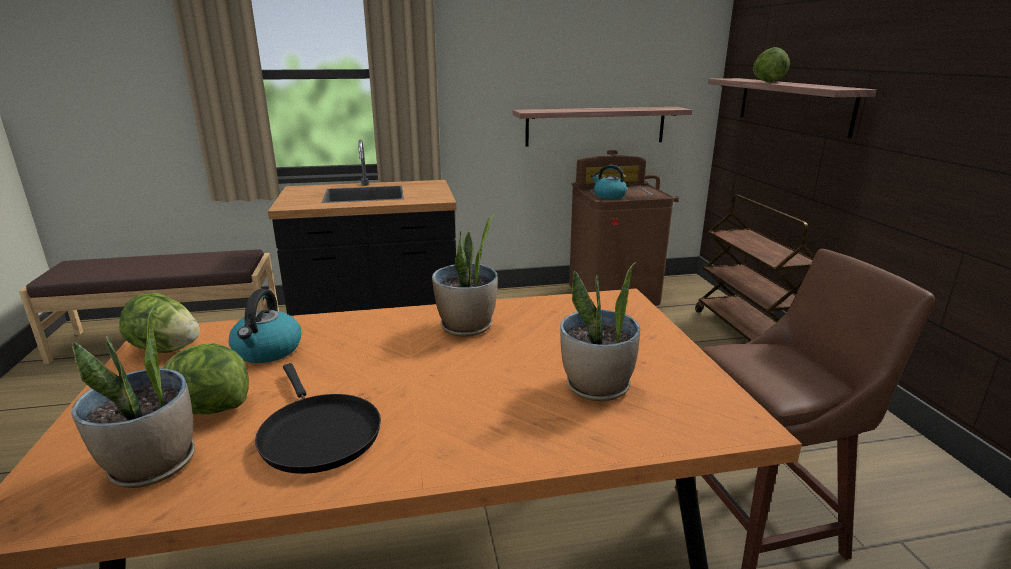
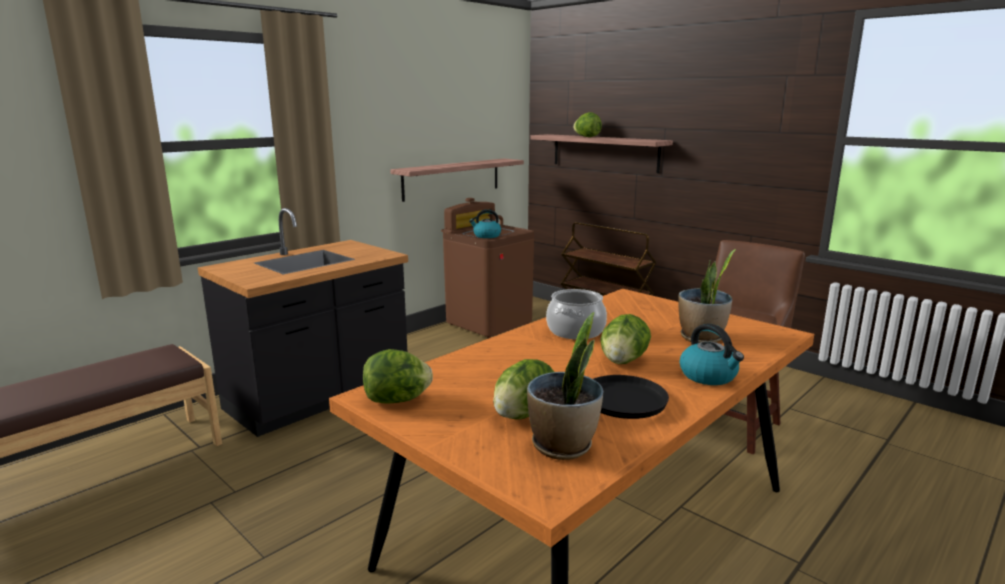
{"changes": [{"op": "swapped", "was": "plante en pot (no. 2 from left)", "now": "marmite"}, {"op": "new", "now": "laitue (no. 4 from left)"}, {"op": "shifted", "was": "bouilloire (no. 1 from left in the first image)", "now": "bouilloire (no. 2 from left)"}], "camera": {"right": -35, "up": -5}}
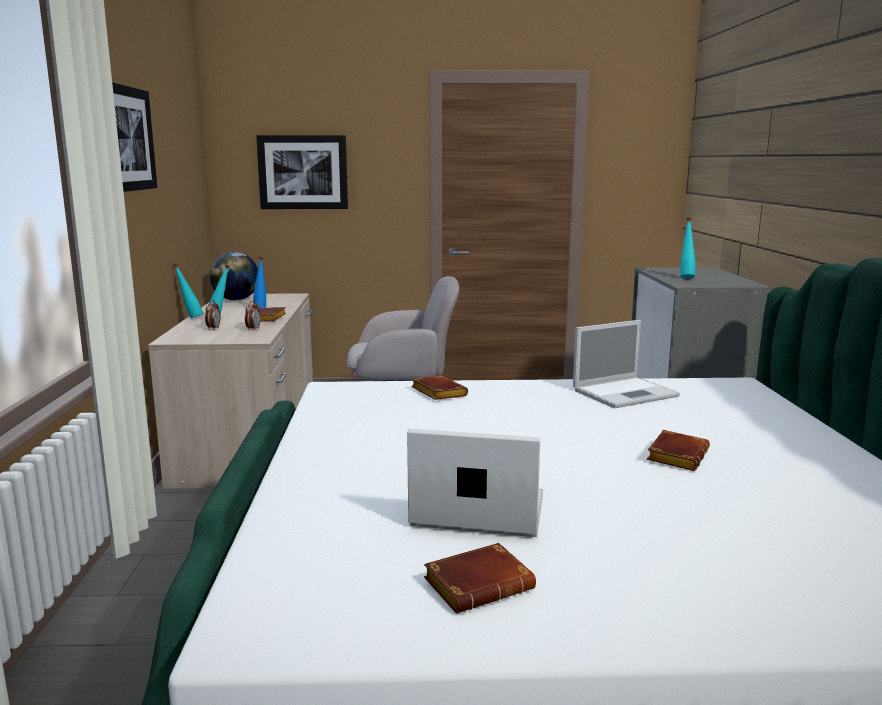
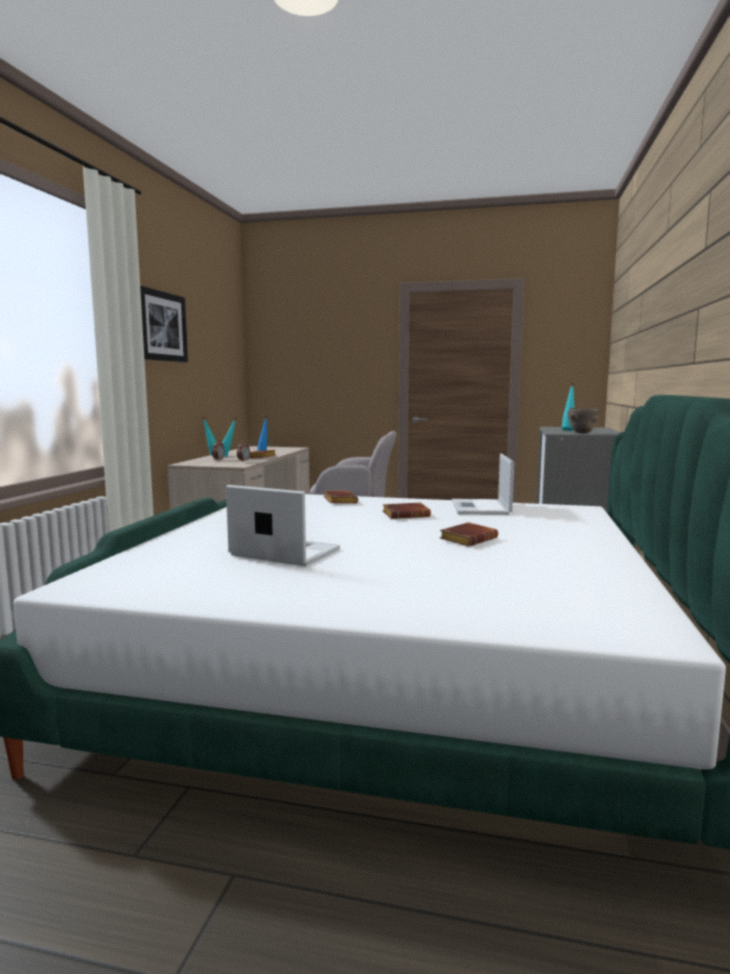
{"changes": [{"op": "shifted", "was": "livre (marron) (no. 3 from left)"}, {"op": "rotated", "was": "ordinateur portable (no. 2 from left)", "clockwise": 105}, {"op": "new", "now": "bol (marron)"}, {"op": "gone", "was": "globe"}, {"op": "gone", "was": "tableau (no. 2 from left)"}], "camera": {"right": 15, "up": -5}}
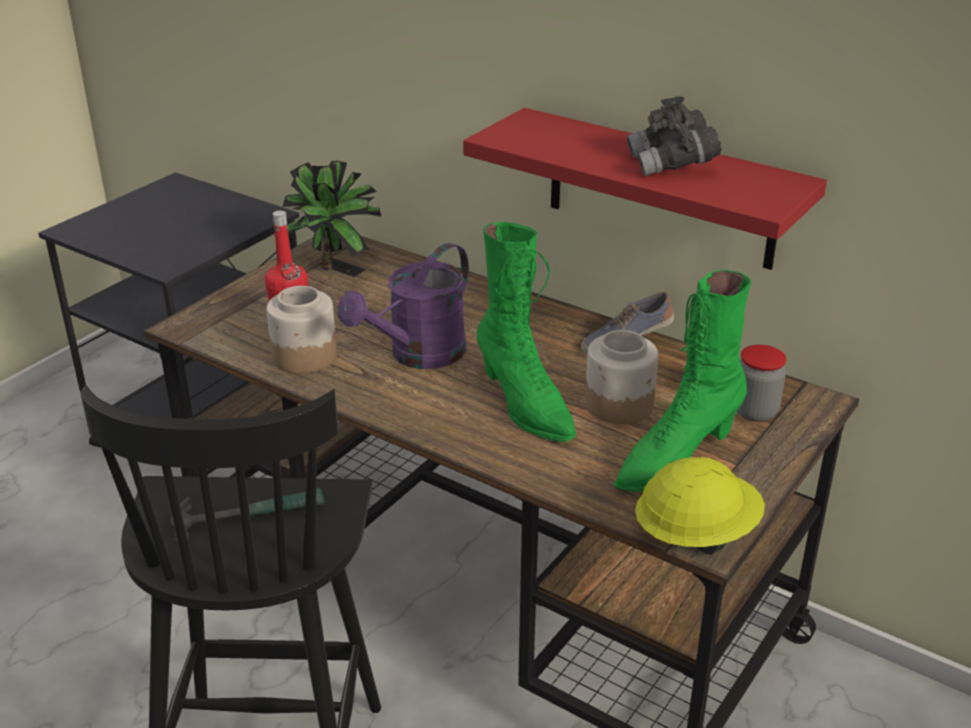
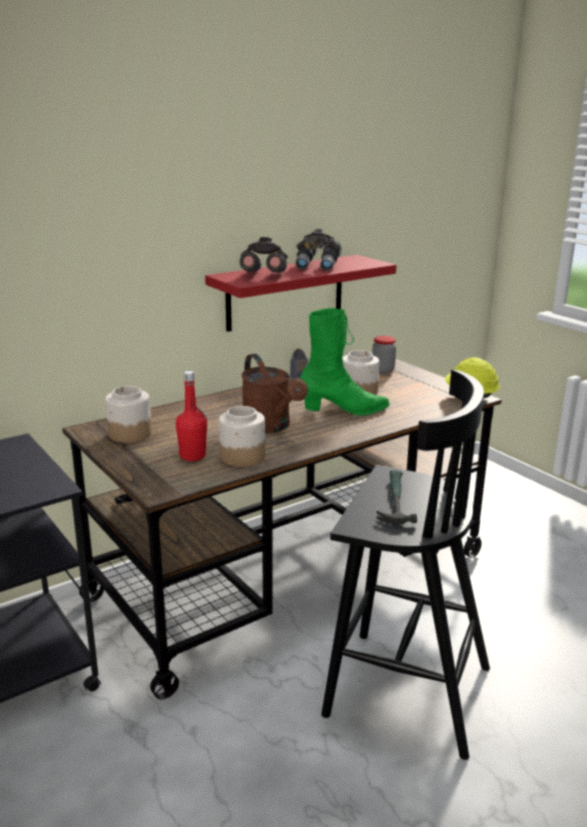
{"changes": [{"op": "swapped", "was": "plante en pot", "now": "bocal (no. 1 from left)"}, {"op": "new", "now": "jumelles (gris) (no. 1 from left)"}, {"op": "repainted", "was": "arrosoir (violet)", "now": "arrosoir (marron)"}, {"op": "gone", "was": "botte (vert) (no. 2 from left)"}], "camera": {"right": -70, "up": -10}}
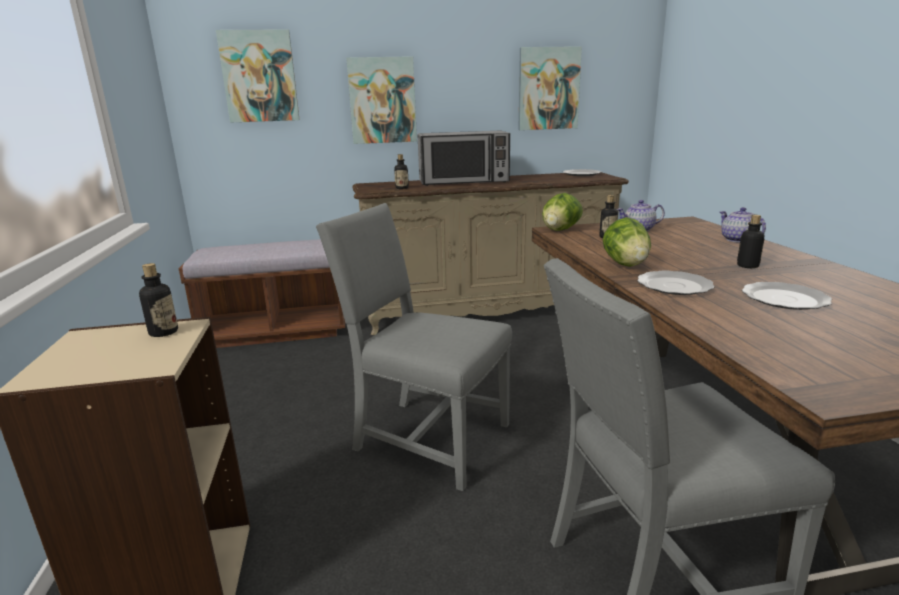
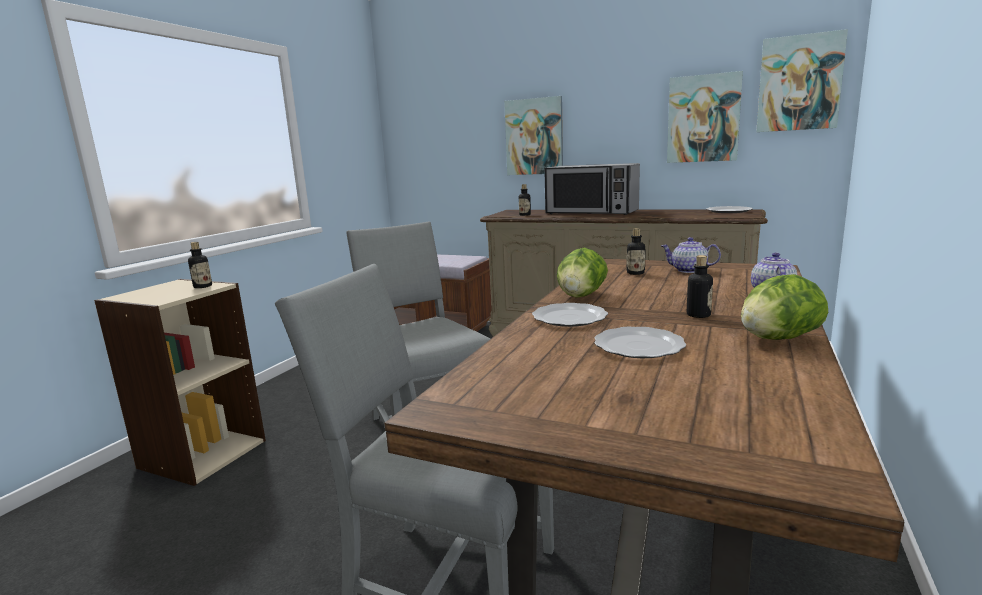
{"changes": [{"op": "shifted", "was": "laitue (no. 1 from left in the first image)", "now": "laitue (no. 2 from left)"}, {"op": "shifted", "was": "tableau (no. 1 from left in the first image)", "now": "tableau (no. 3 from left)"}], "camera": {"right": 35, "up": -5}}
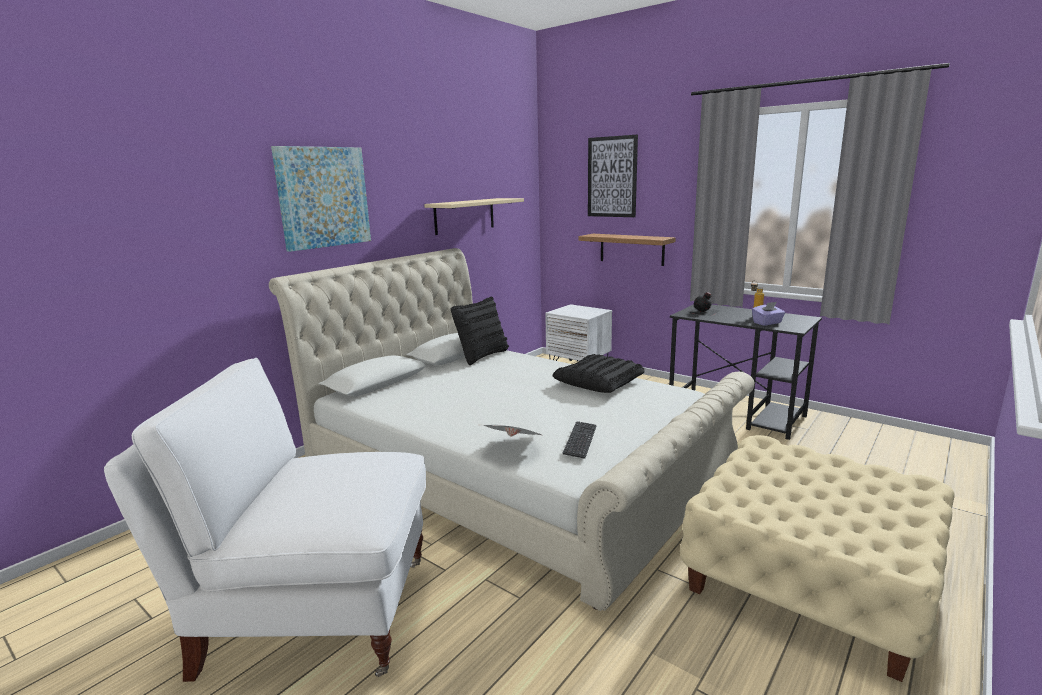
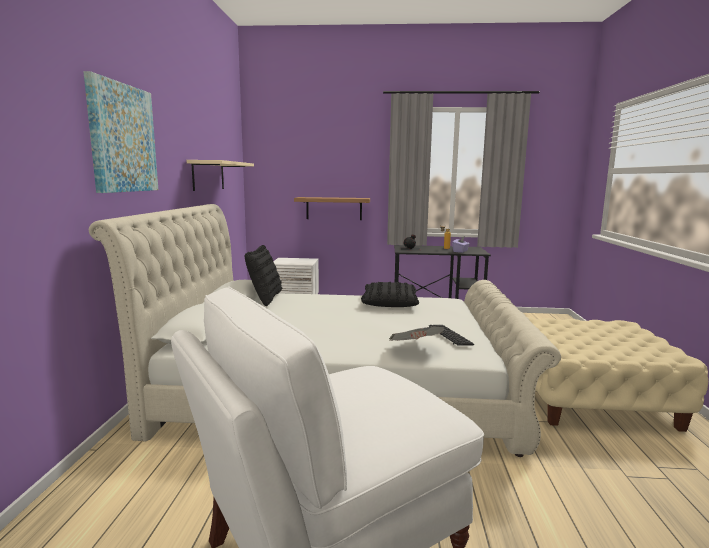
{"changes": [{"op": "gone", "was": "tableau (no. 2 from left)"}], "camera": {"right": -35, "up": -5}}
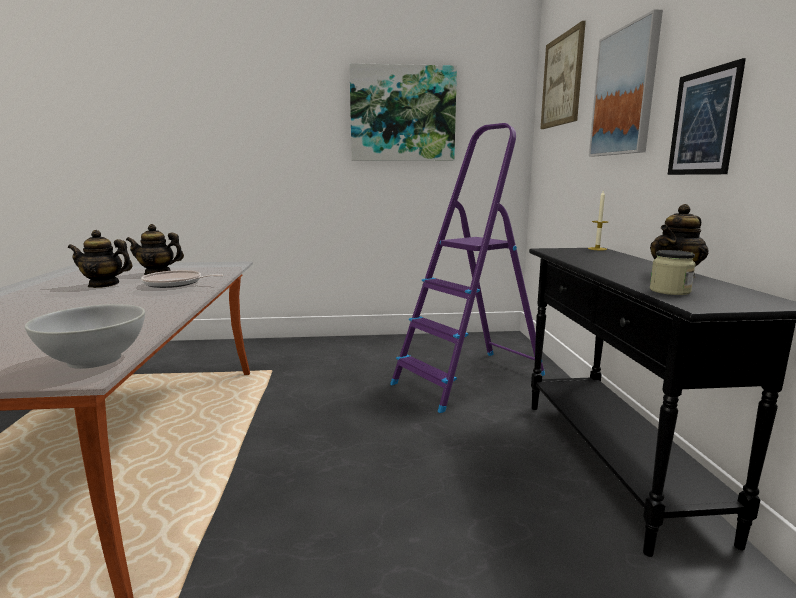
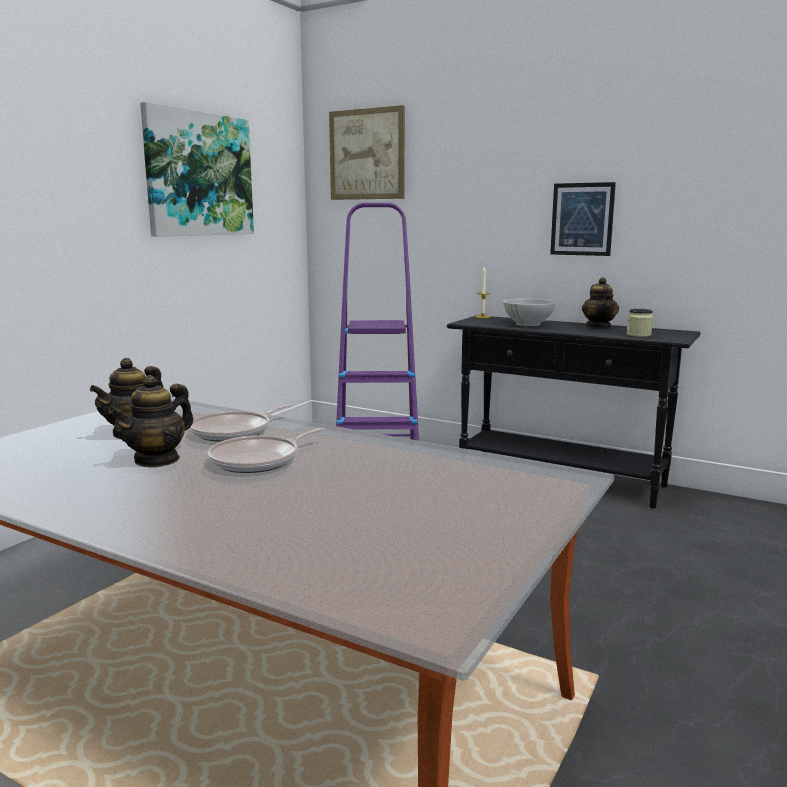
{"changes": [{"op": "new", "now": "poêle (no. 2 from left)"}, {"op": "shifted", "was": "bol (blanc)"}, {"op": "gone", "was": "tableau (no. 3 from left)"}], "camera": {"right": -55, "up": 0}}
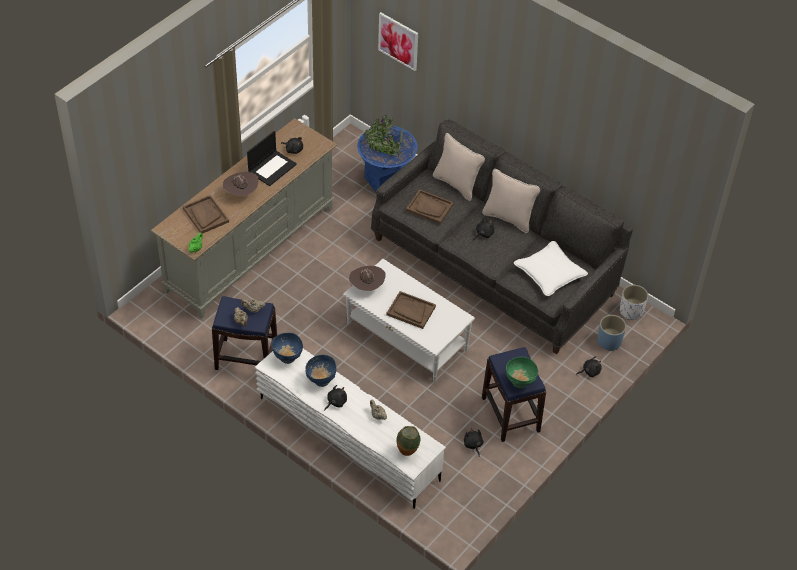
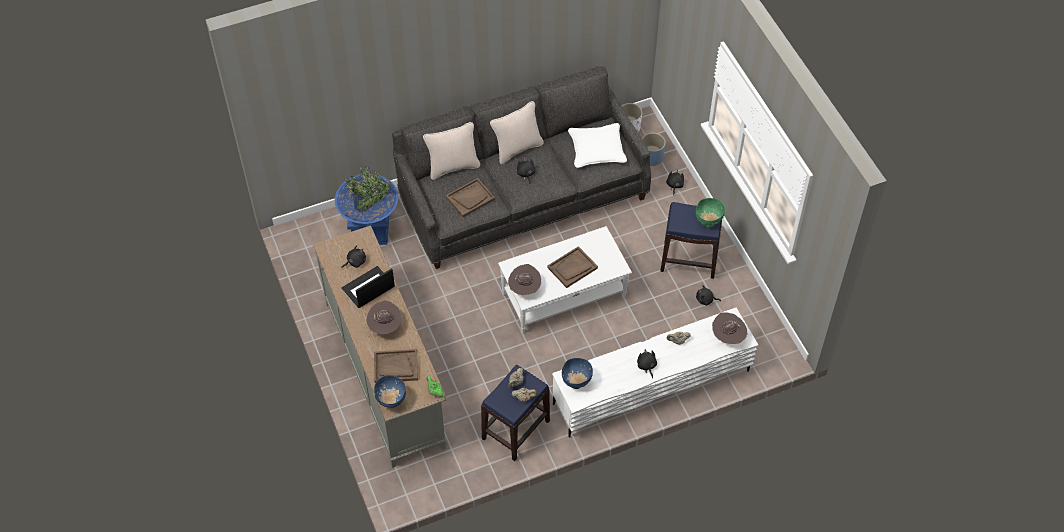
{"changes": [{"op": "rotated", "was": "ordinateur portable", "clockwise": -105}, {"op": "shifted", "was": "bol (bleu) (no. 2 from left in the first image)", "now": "bol (bleu) (no. 1 from left)"}, {"op": "swapped", "was": "vase", "now": "chapeau (marron) (no. 3 from left)"}, {"op": "gone", "was": "tableau"}], "camera": {"right": -60, "up": 5}}
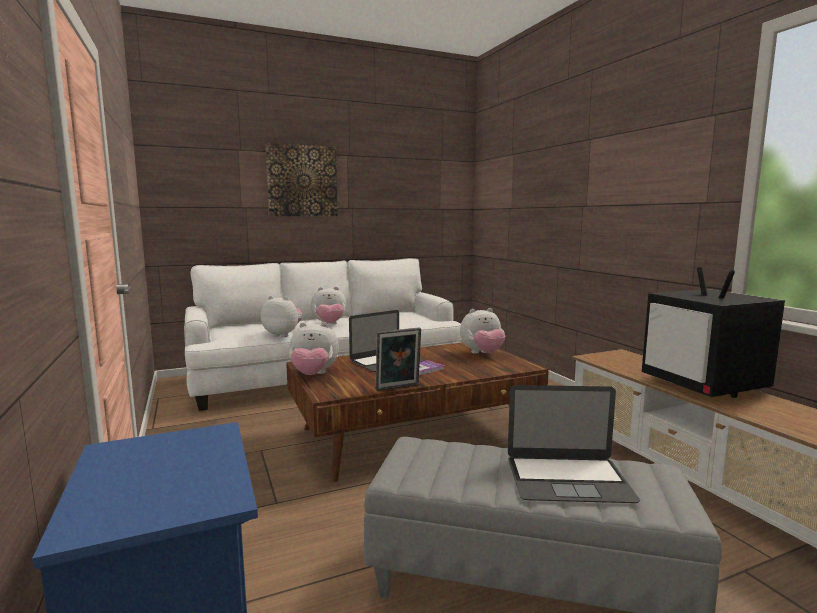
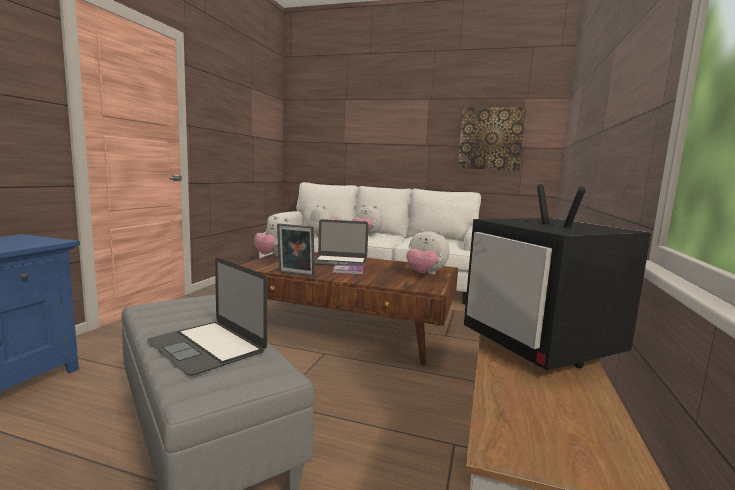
{"changes": [{"op": "shifted", "was": "tableau"}, {"op": "rotated", "was": "téléviseur", "clockwise": -45}], "camera": {"right": 40, "up": 0}}
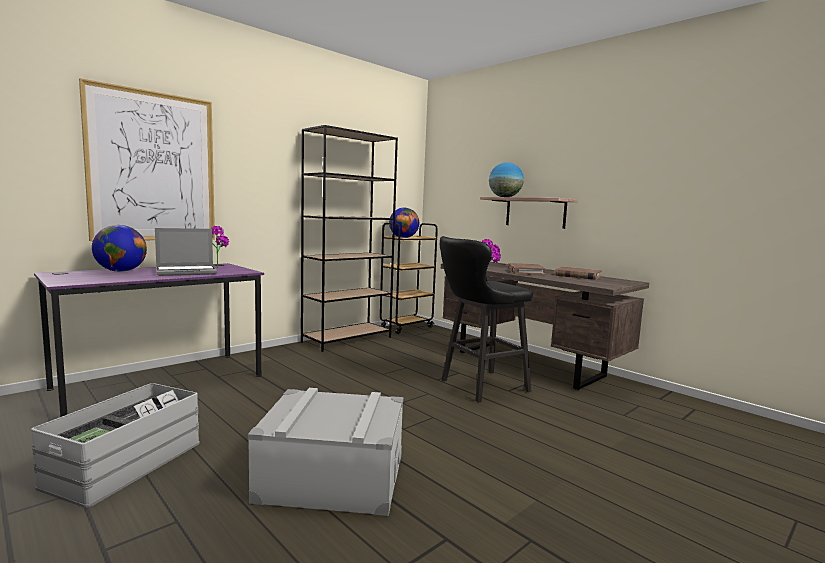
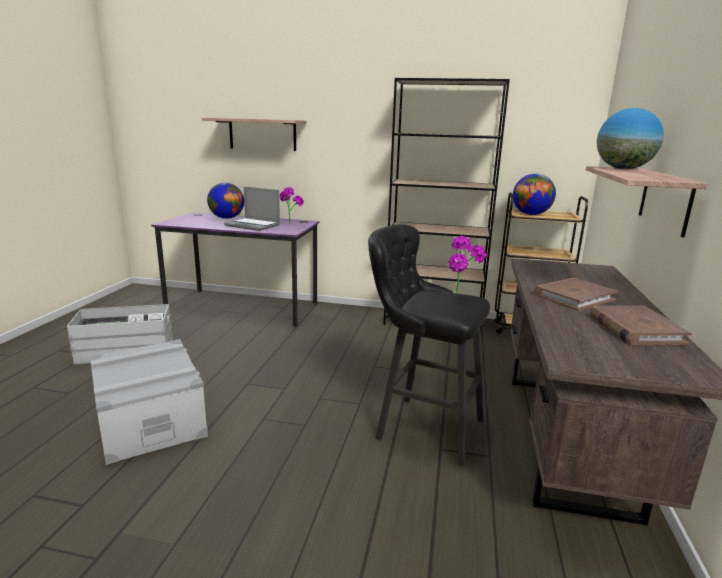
{"changes": [{"op": "swapped", "was": "tableau", "now": "étagère (no. 1 from left)"}], "camera": {"right": 55, "up": 10}}
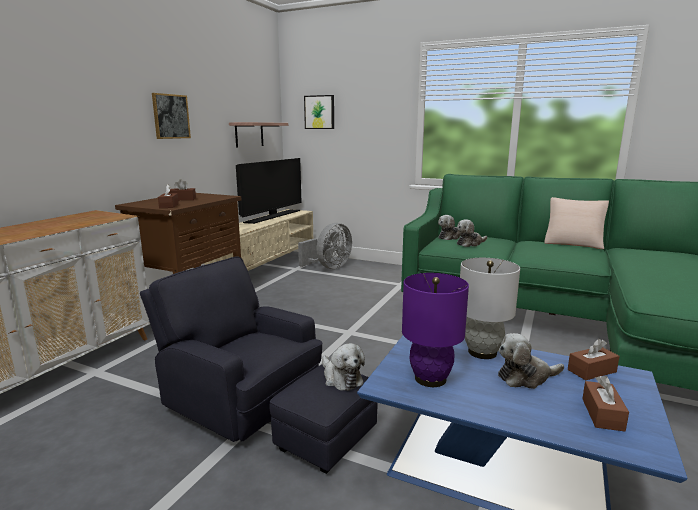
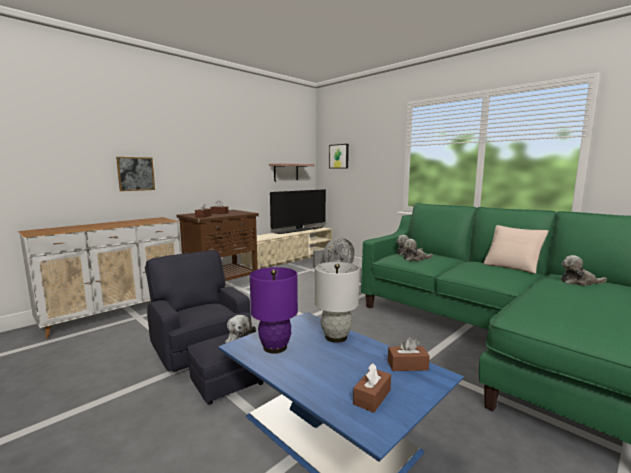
{"changes": [{"op": "shifted", "was": "tableau (no. 1 from left)"}, {"op": "shifted", "was": "peluche (no. 4 from left)"}], "camera": {"right": 20, "up": -5}}
